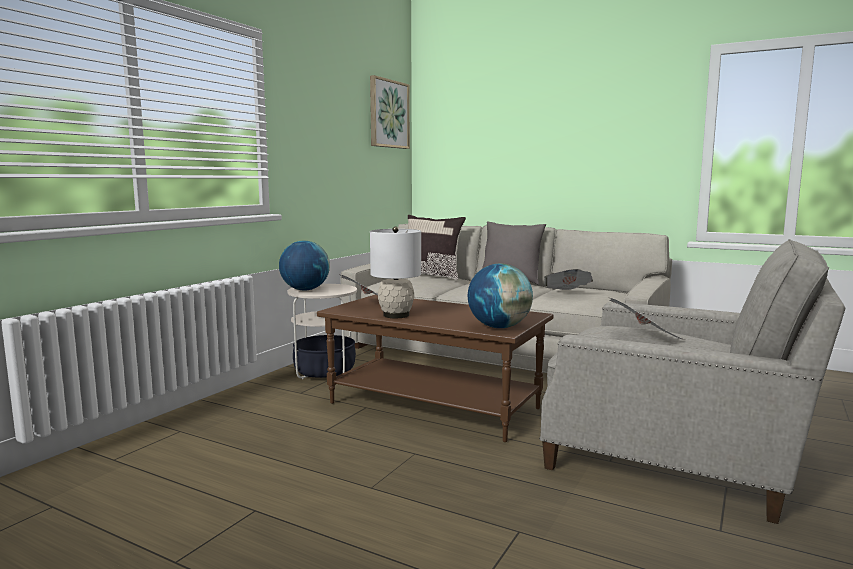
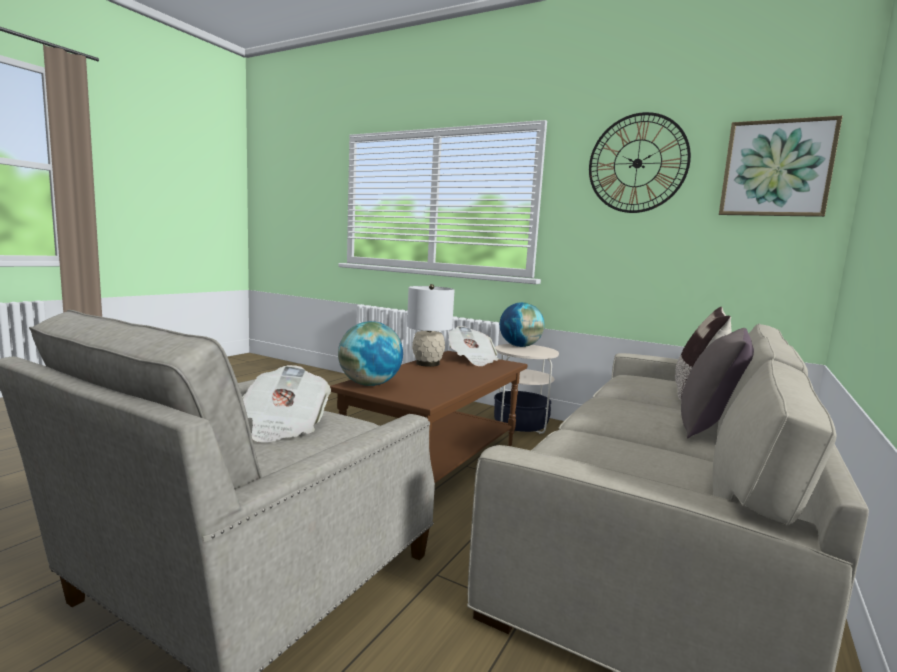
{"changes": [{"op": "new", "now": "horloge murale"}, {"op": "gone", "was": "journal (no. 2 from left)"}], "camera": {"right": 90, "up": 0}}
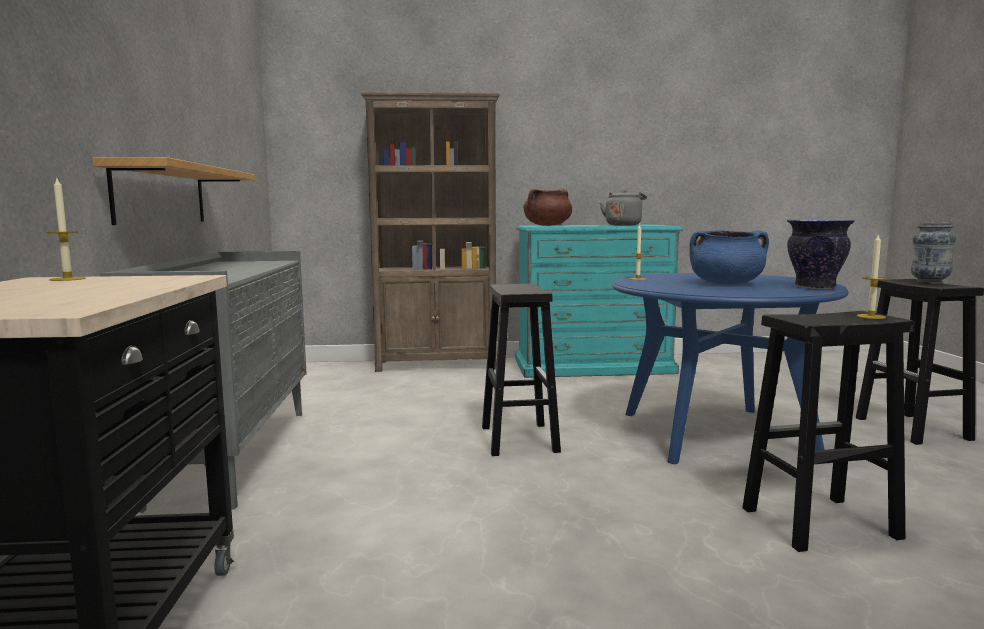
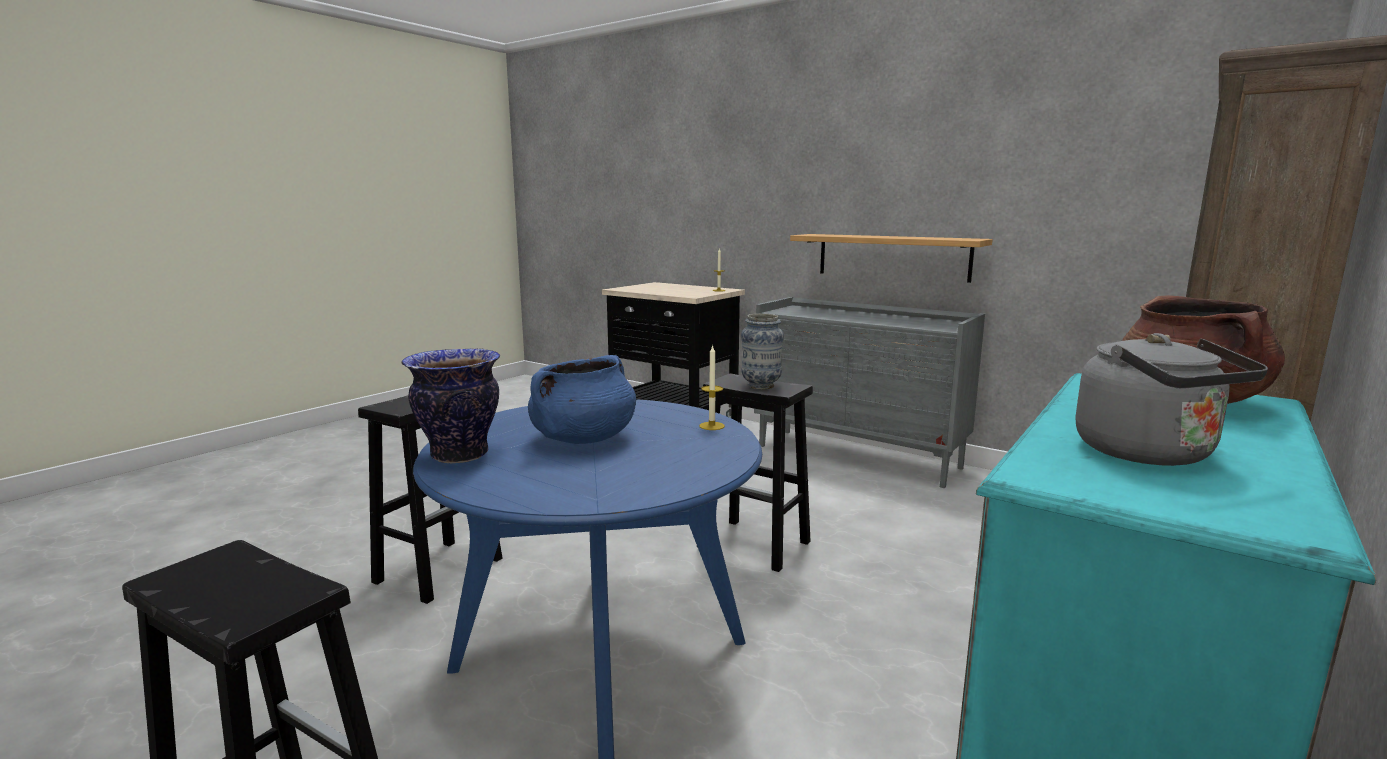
{"changes": [{"op": "shifted", "was": "vase (no. 2 from left)"}, {"op": "gone", "was": "bougie (no. 3 from left)"}], "camera": {"right": 130, "up": 5}}
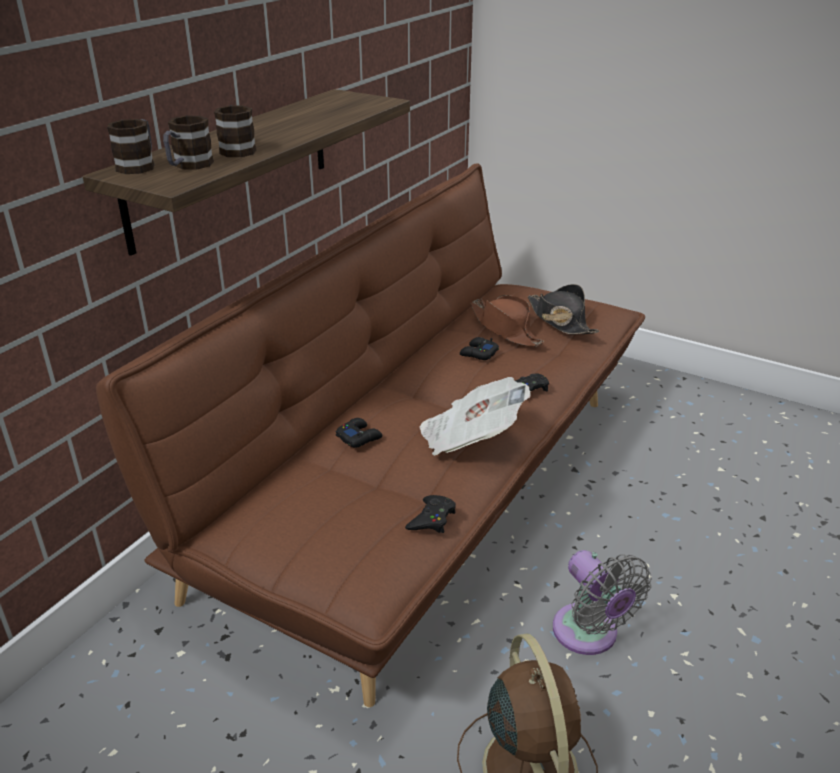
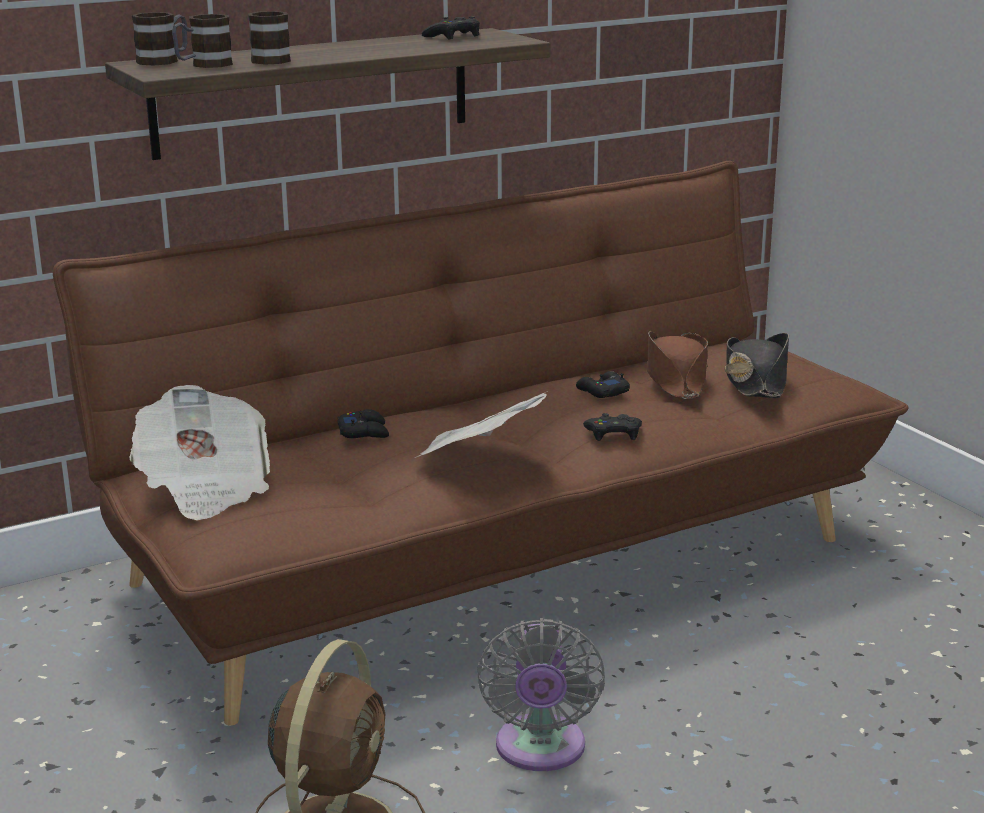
{"changes": [{"op": "new", "now": "journal (no. 1 from left)"}, {"op": "shifted", "was": "manette (noir) (no. 2 from left)"}], "camera": {"right": 30, "up": -10}}
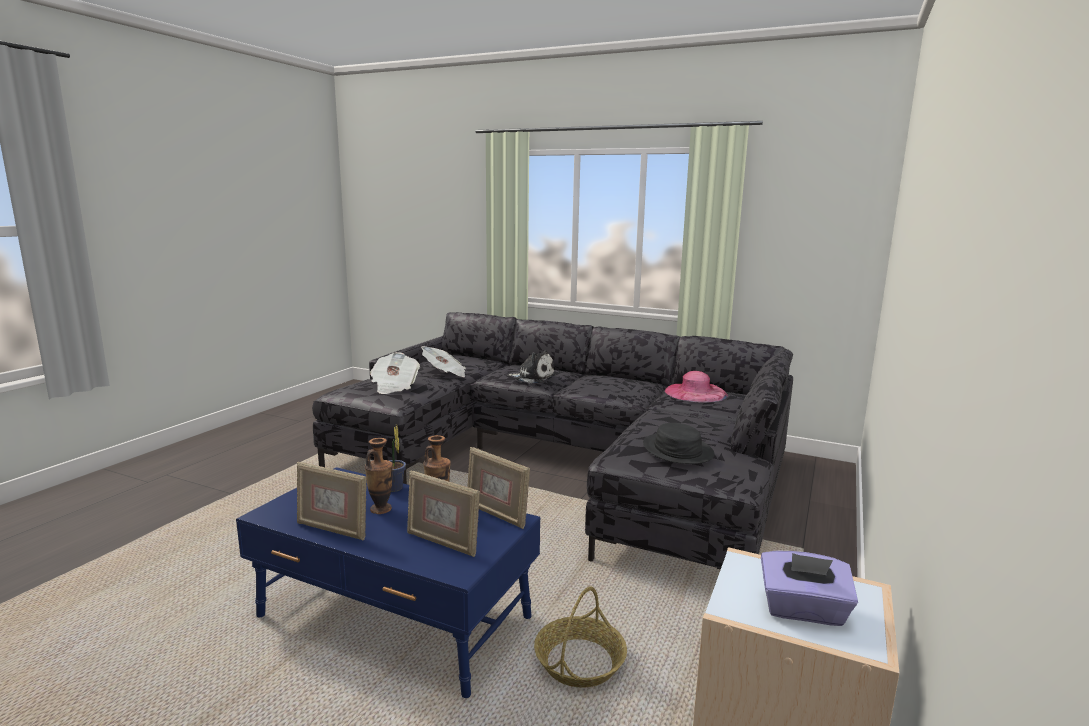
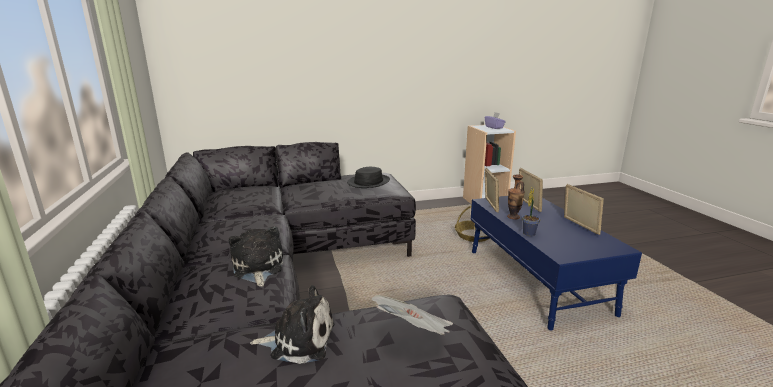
{"changes": [{"op": "swapped", "was": "journal (no. 2 from left)", "now": "peluche (no. 2 from left)"}, {"op": "gone", "was": "vase (no. 1 from left)"}, {"op": "gone", "was": "chapeau (rose)"}], "camera": {"right": -130, "up": 5}}
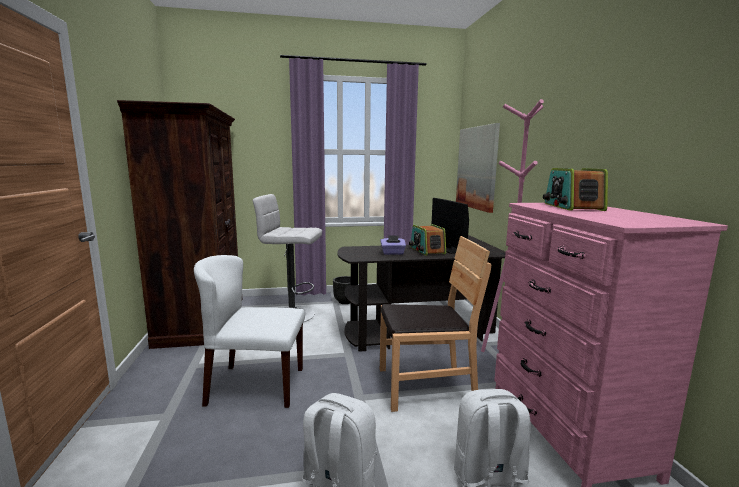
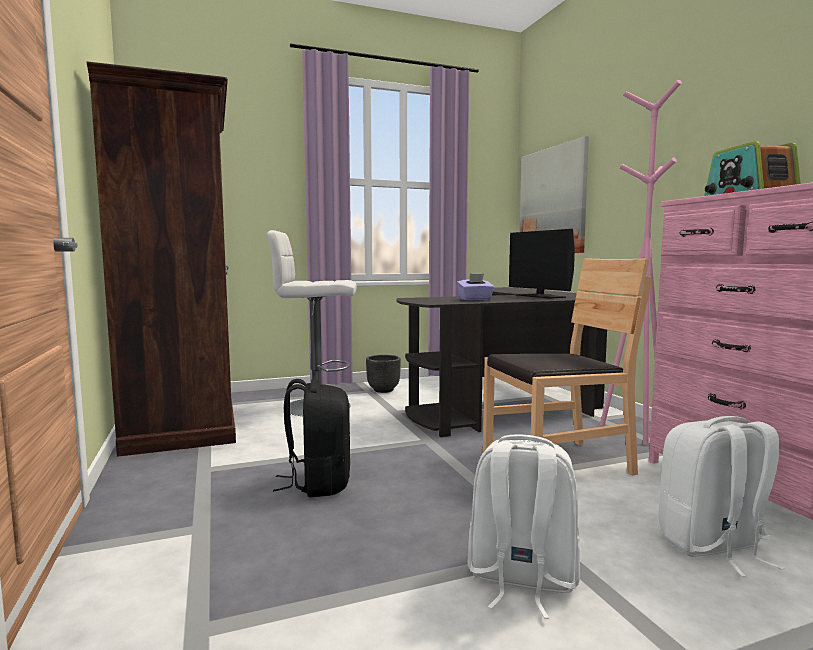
{"changes": [{"op": "swapped", "was": "chaise (blanc)", "now": "sac à dos (noir)"}, {"op": "gone", "was": "radio (no. 1 from left)"}], "camera": {"right": -10, "up": -5}}
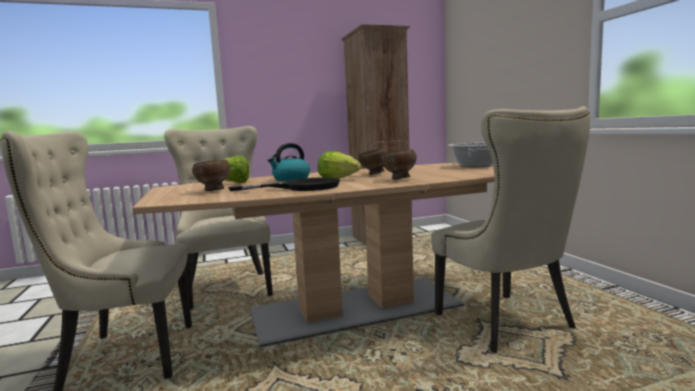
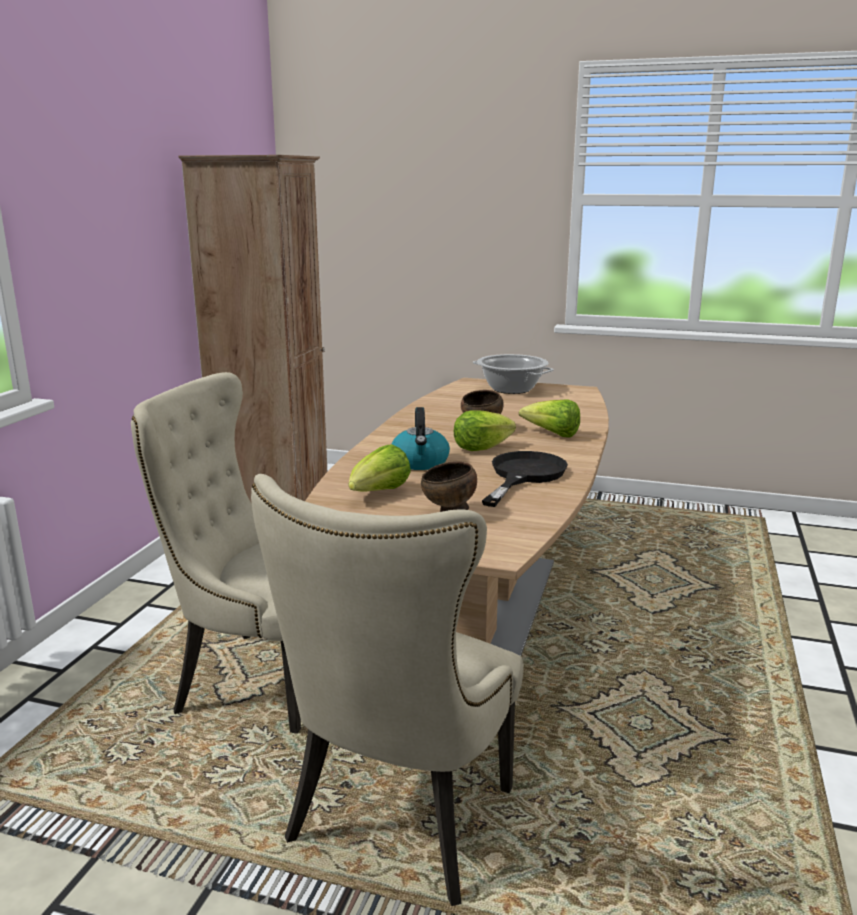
{"changes": [{"op": "swapped", "was": "bol (marron) (no. 3 from left)", "now": "laitue (no. 3 from left)"}, {"op": "gone", "was": "chaise (beige) (no. 3 from left)"}], "camera": {"right": -55, "up": 10}}
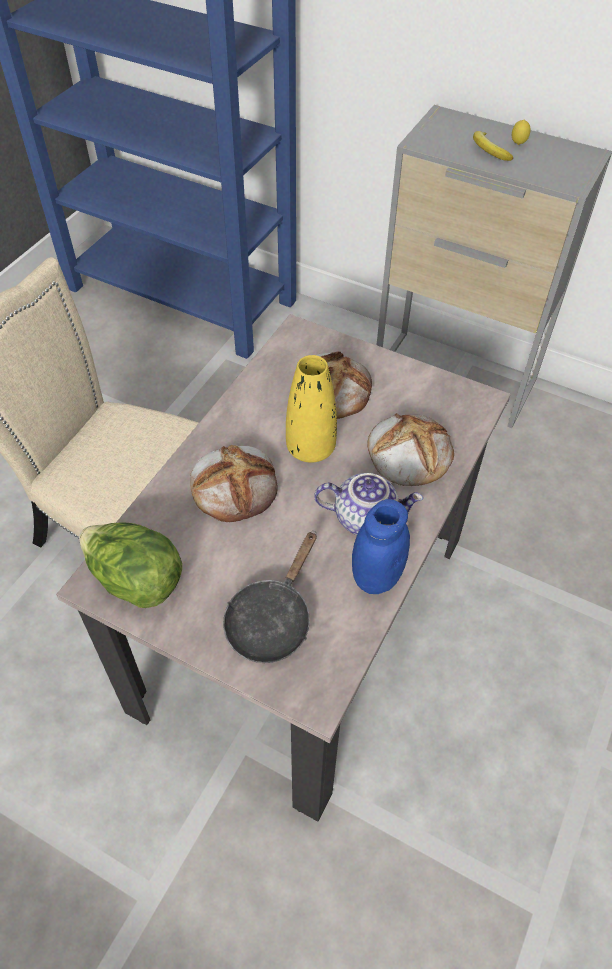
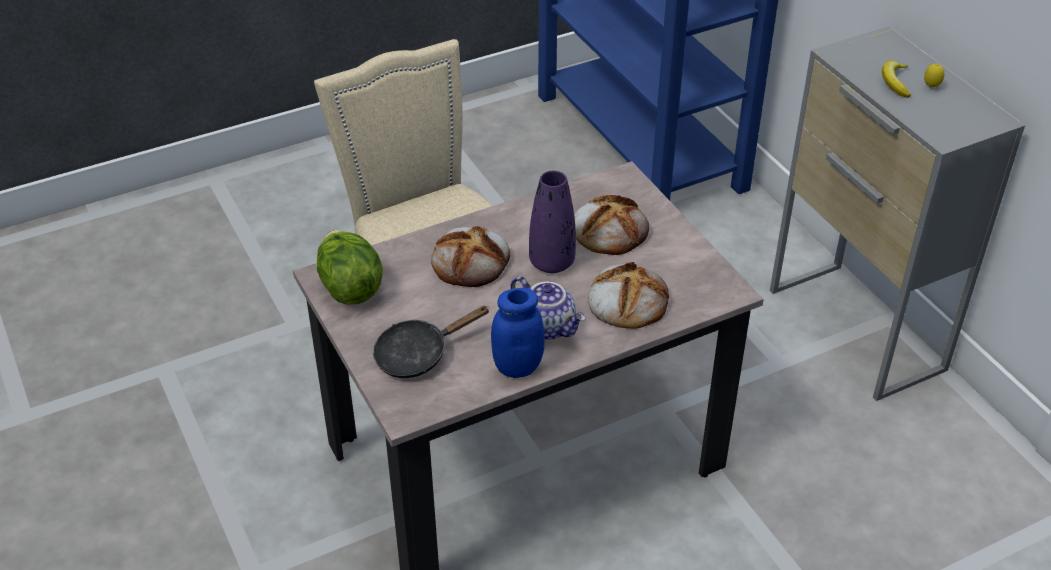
{"changes": [{"op": "repainted", "was": "vase (jaune)", "now": "vase (violet)"}], "camera": {"right": 35, "up": -10}}
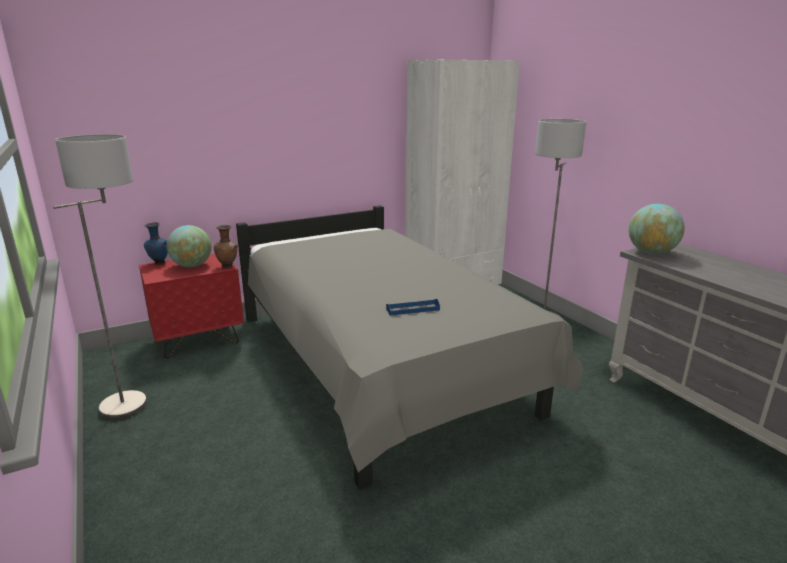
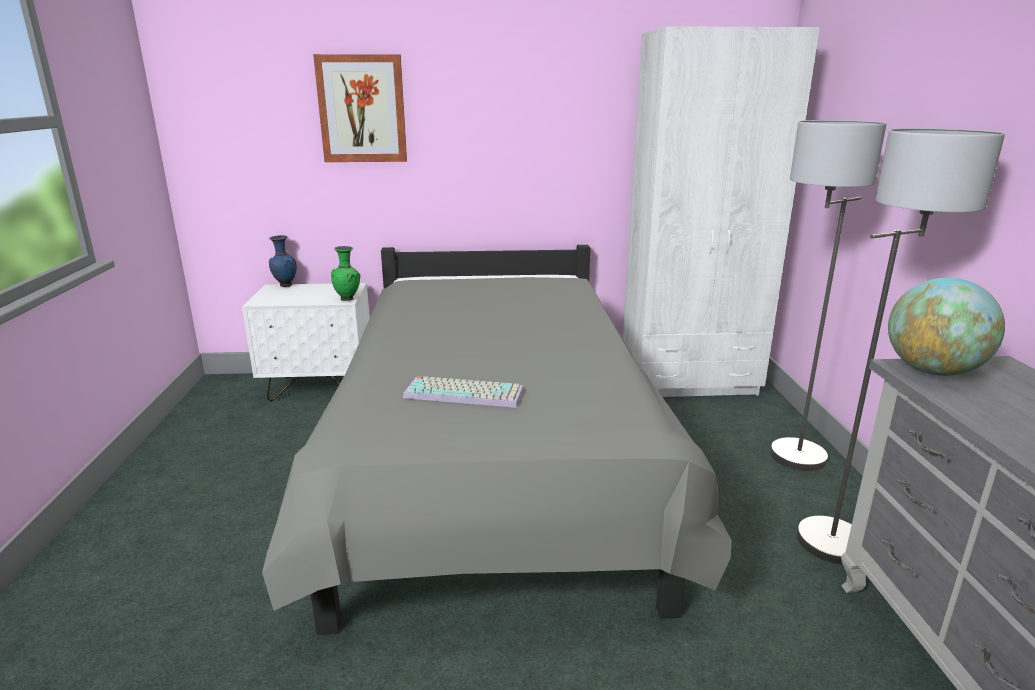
{"changes": [{"op": "repainted", "was": "table de chevet (rouge)", "now": "table de chevet (blanc)"}, {"op": "new", "now": "tableau"}, {"op": "repainted", "was": "vase (marron)", "now": "vase (vert)"}, {"op": "swapped", "was": "plateau (bleu)", "now": "clavier"}, {"op": "shifted", "was": "lampadaire (gris) (no. 1 from left in the first image)", "now": "lampadaire (gris) (no. 2 from left)"}, {"op": "gone", "was": "globe (no. 1 from left)"}], "camera": {"right": 25, "up": 0}}
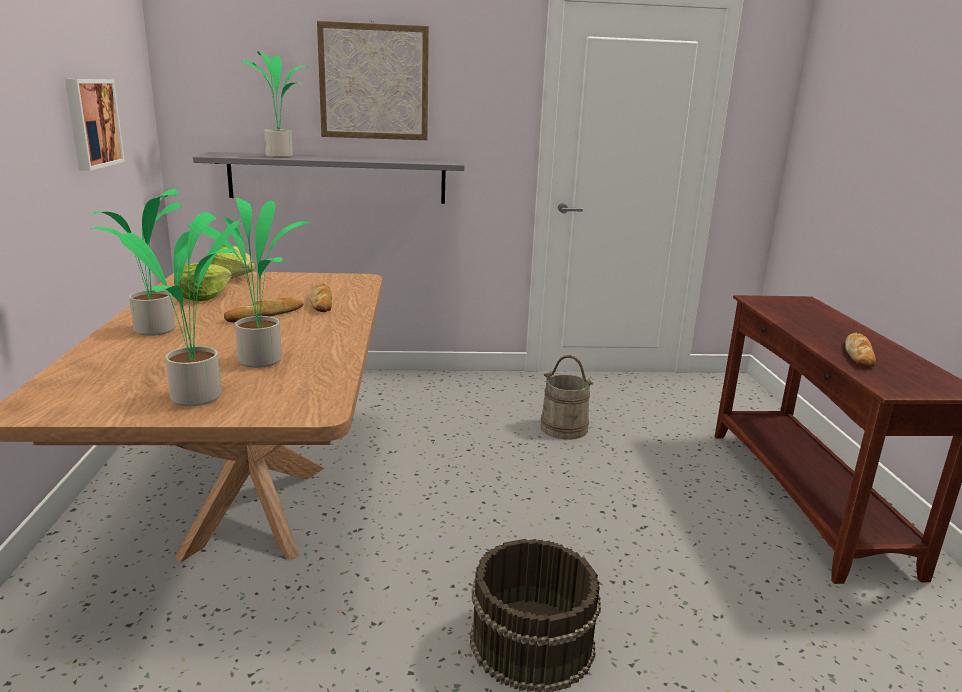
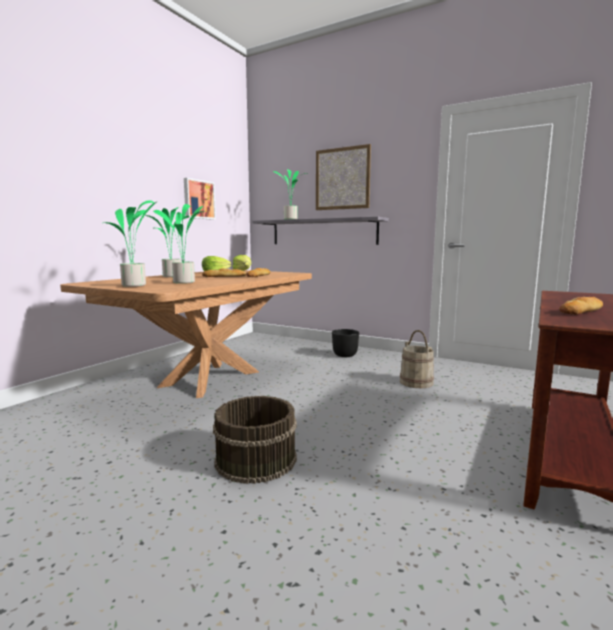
{"changes": [{"op": "new", "now": "cache-pot (noir)"}], "camera": {"right": 35, "up": -10}}
